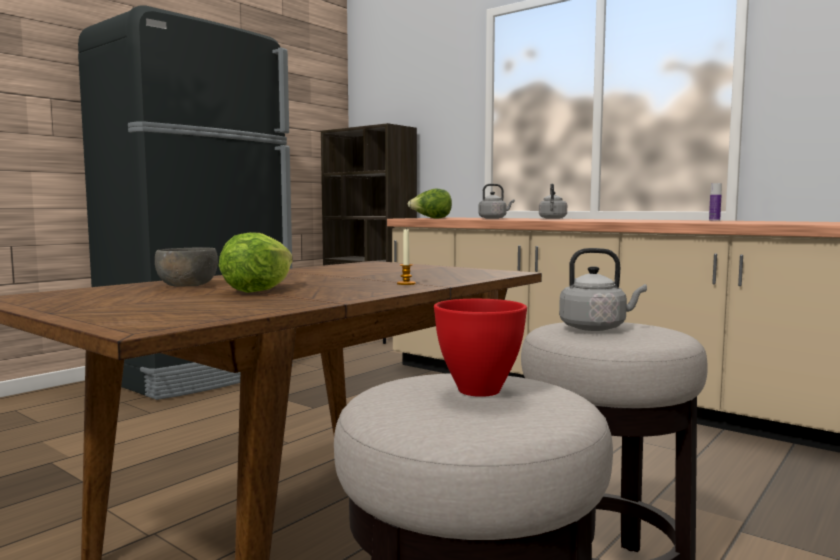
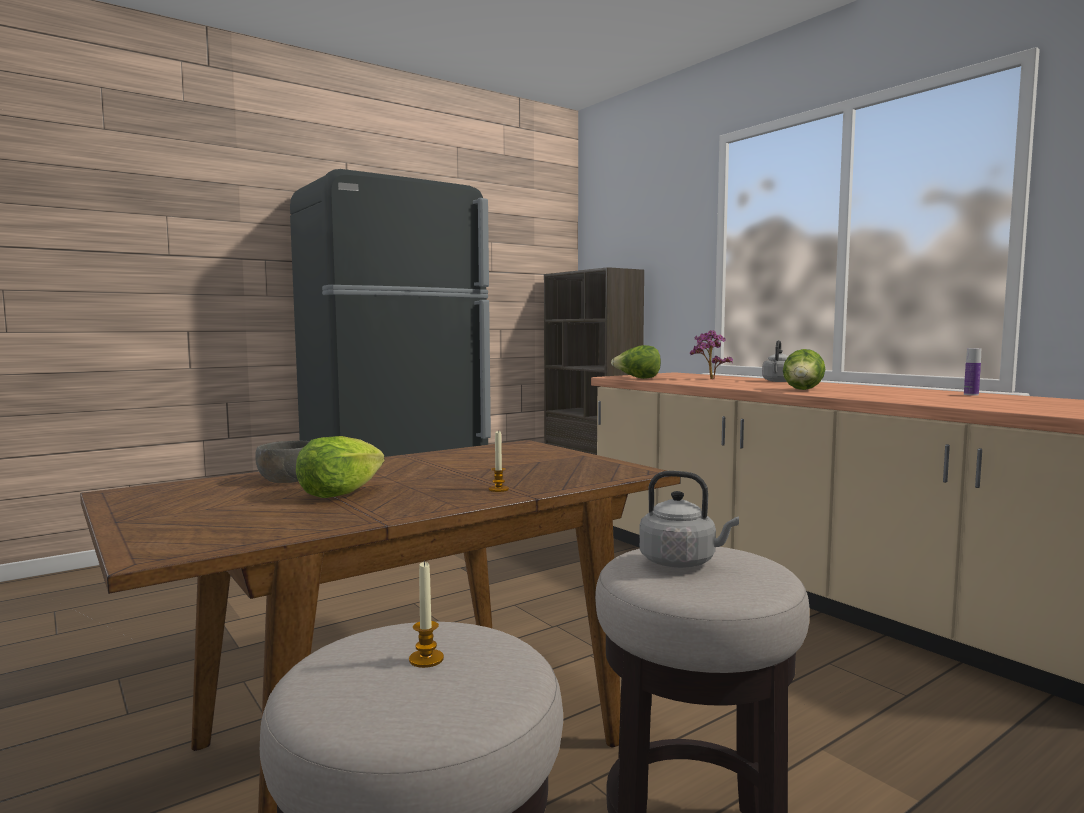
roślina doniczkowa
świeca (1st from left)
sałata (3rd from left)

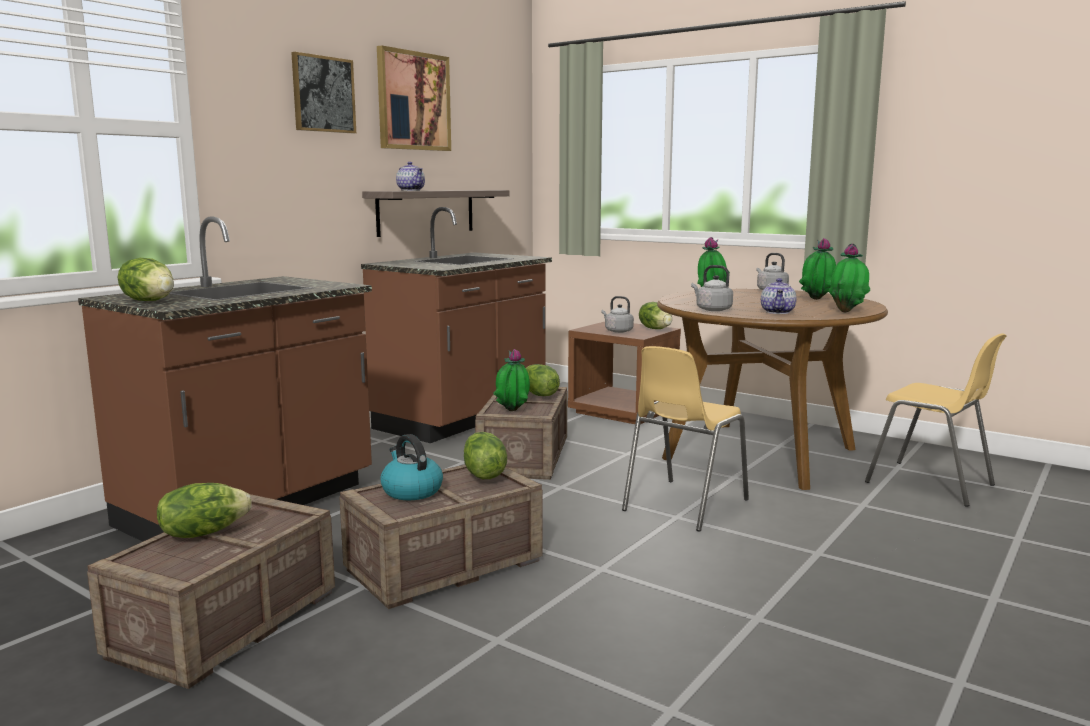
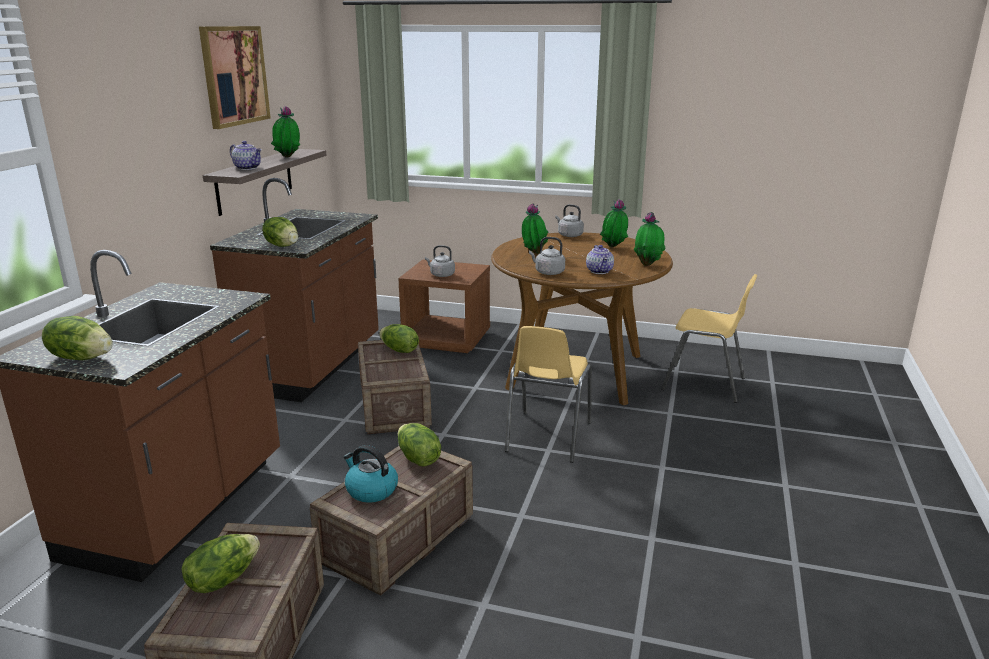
obraz (1st from left in the first image)
sałata (3rd from left)
roślina doniczkowa (1st from left)

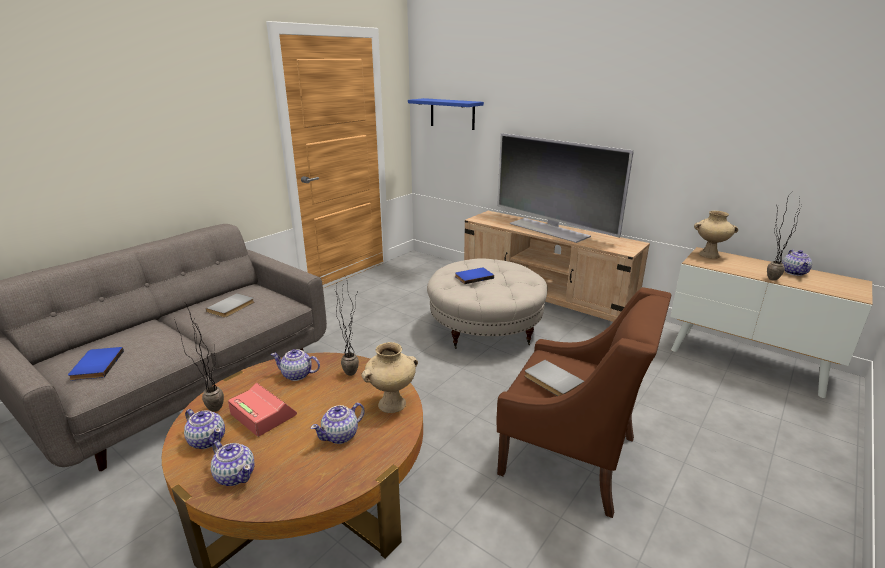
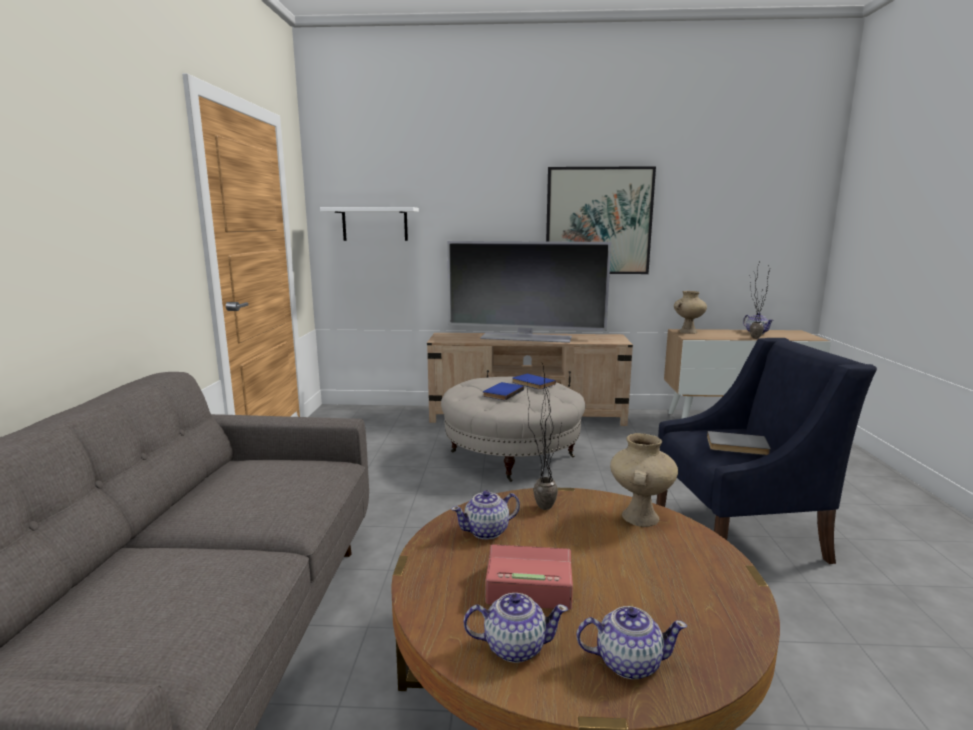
półka (biały)
fotel (niebieski)
książka (szary) (1st from left in the first image)
roślina doniczkowa (1st from left in the first image)
książka (niebieski) (2nd from left)
imbryk (4th from left in the first image)
obraz

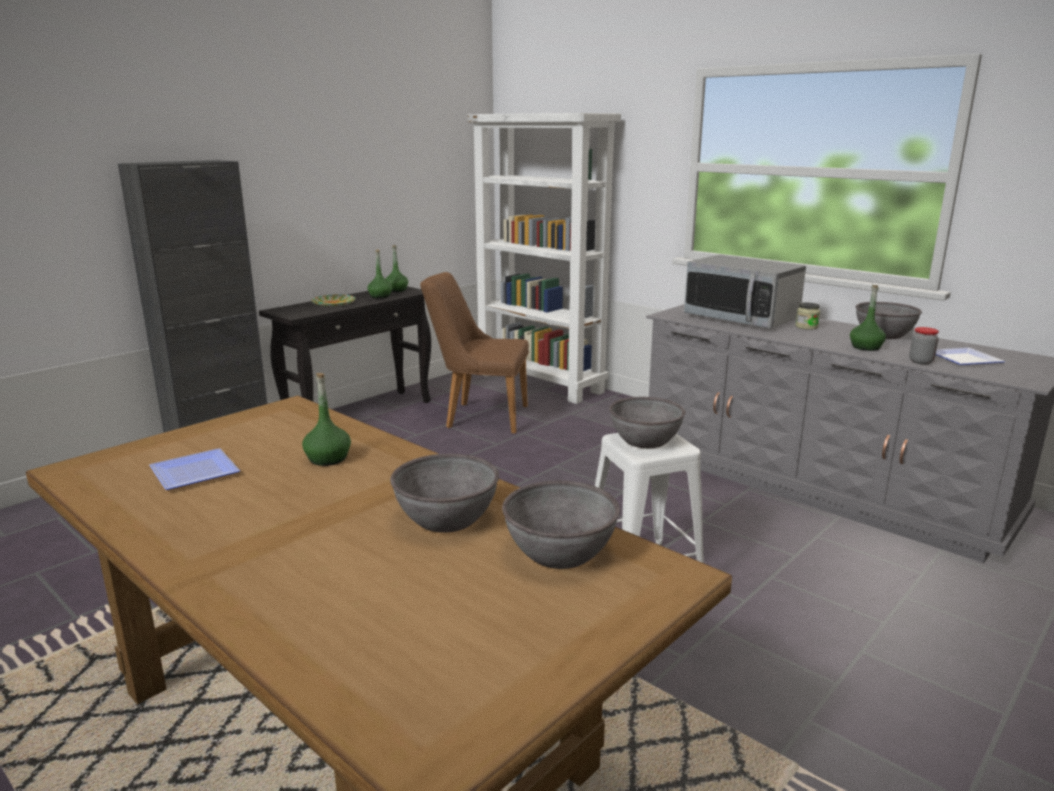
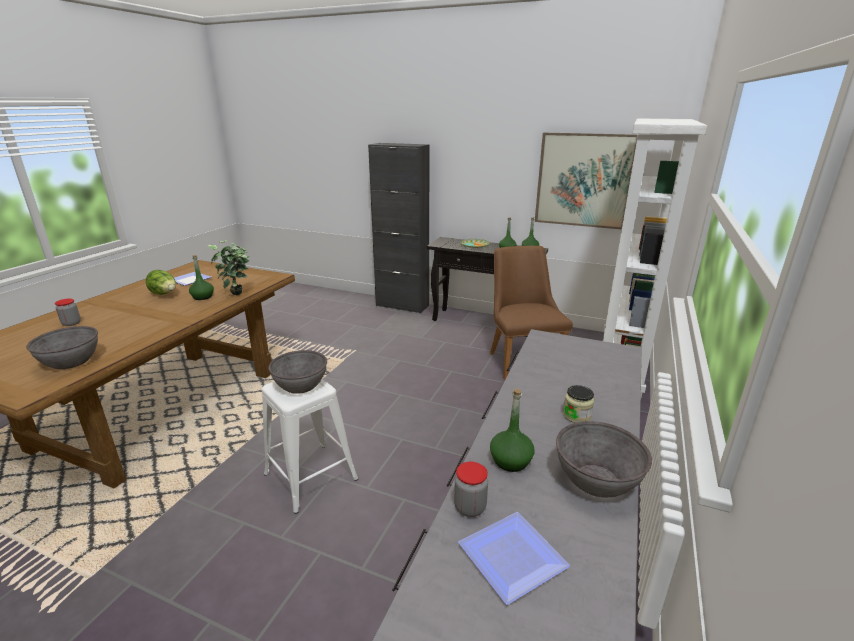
mikrofalówka
miska (szary) (1st from left in the first image)
obraz
roślina doniczkowa
sałata
słoik (1st from left)

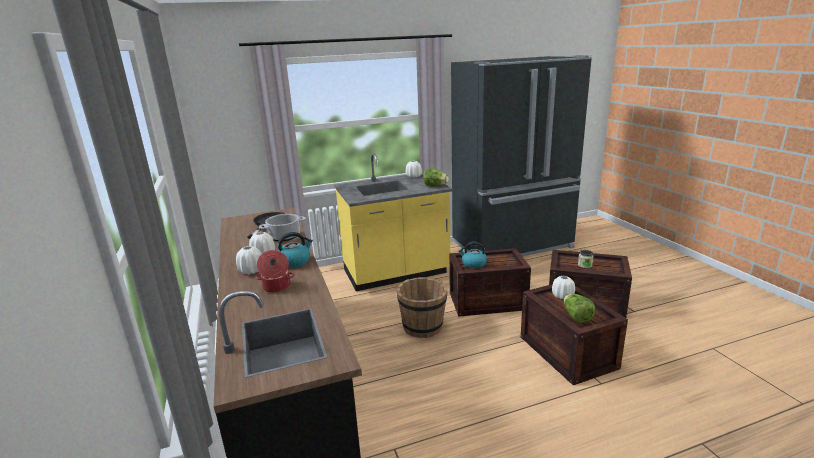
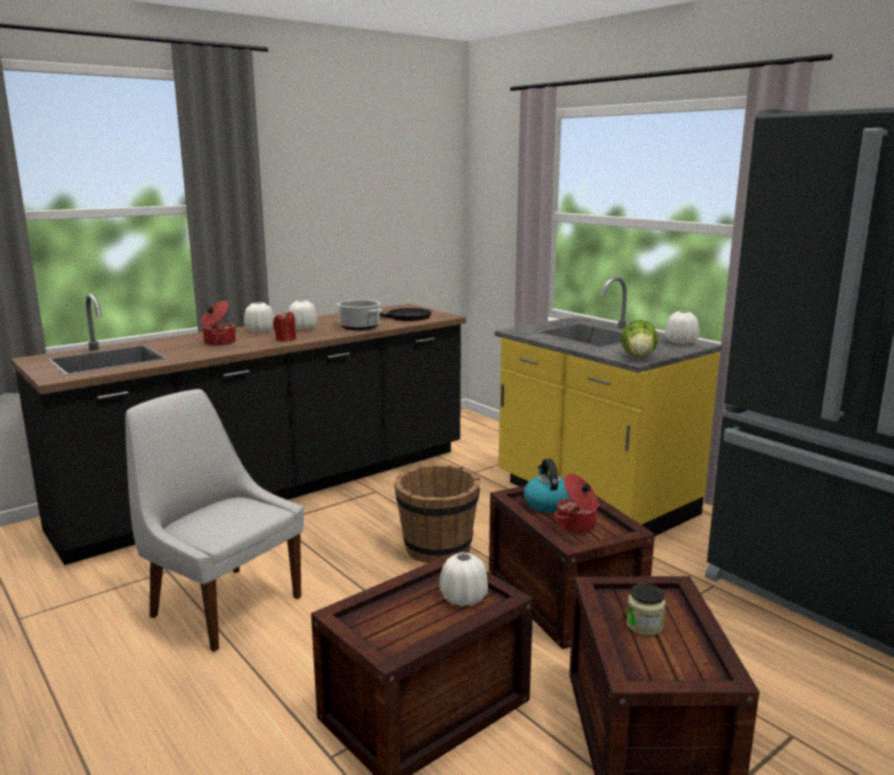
świeca (czerwony)
sałata (2nd from left in the first image)
krzesło (biały)
garnek (3rd from left)

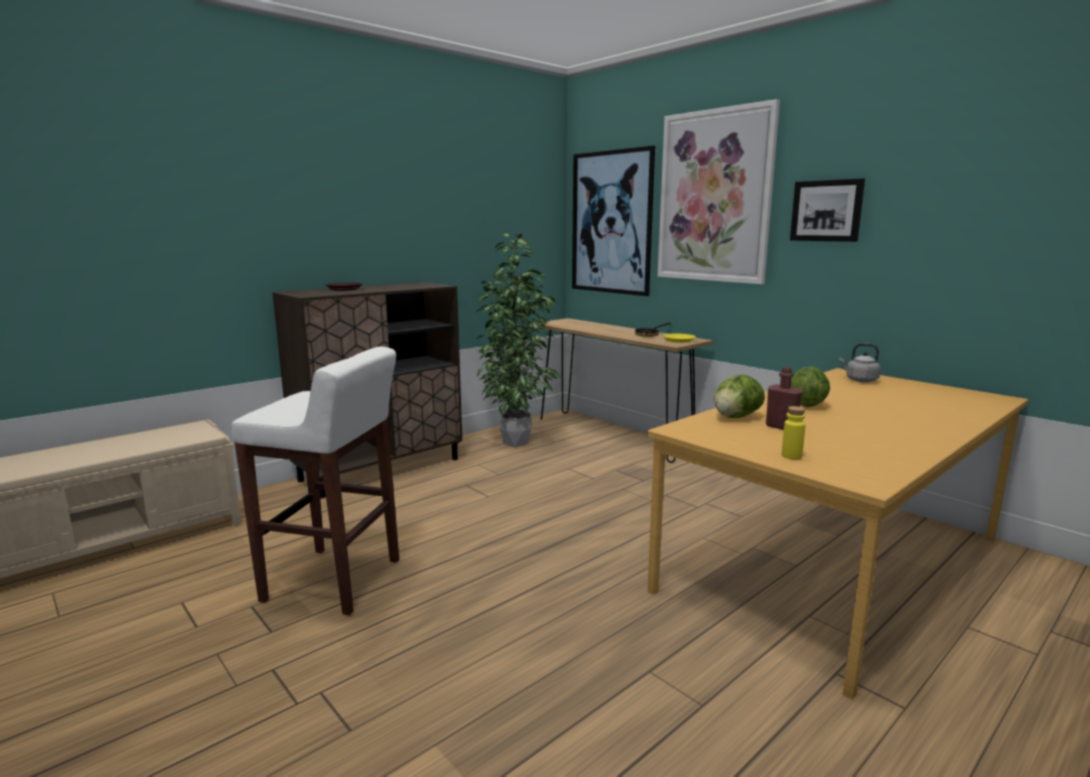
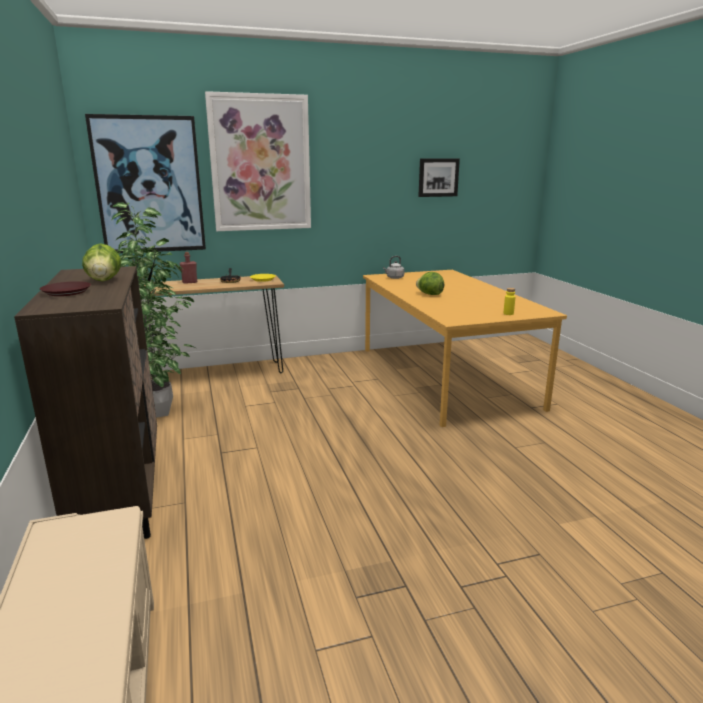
obraz (3rd from left)
stołek (biały)
butelka (czerwony)
sałata (1st from left)

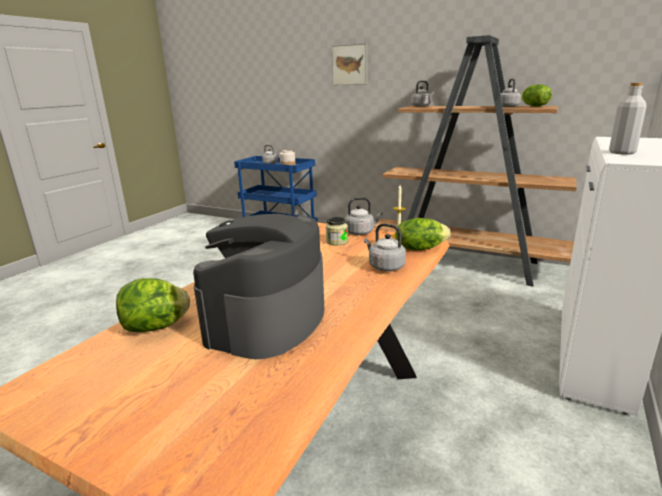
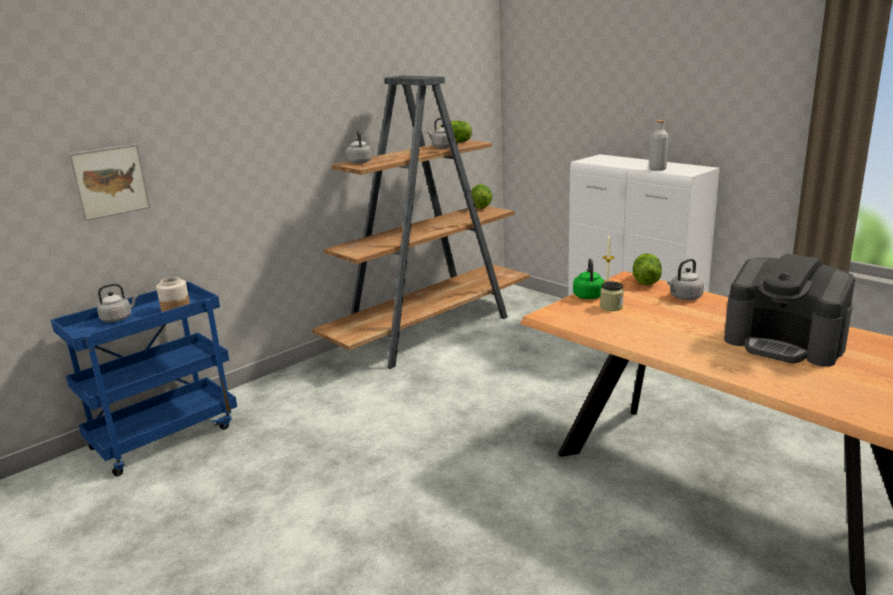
obraz
czajnik (zielony)
sałata (2nd from left)

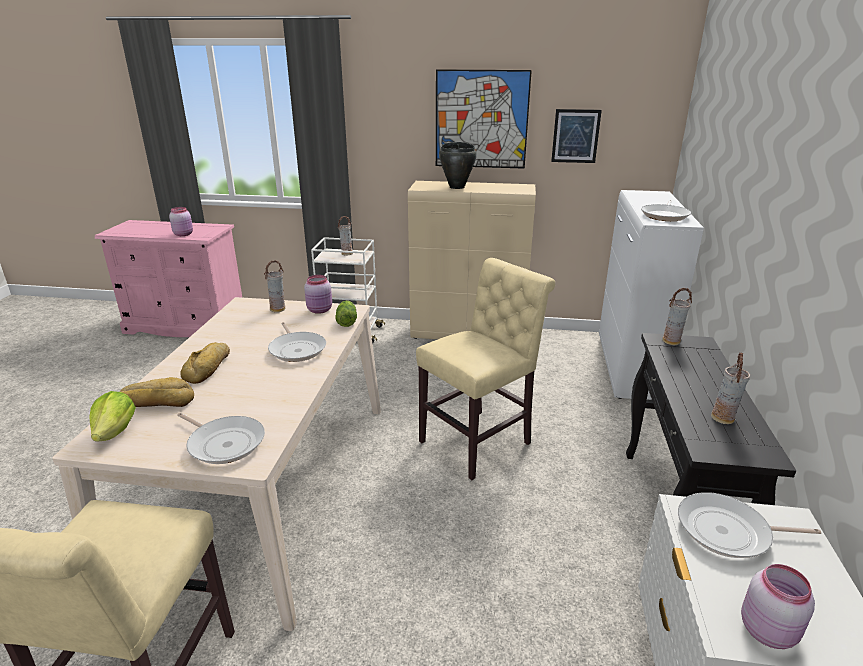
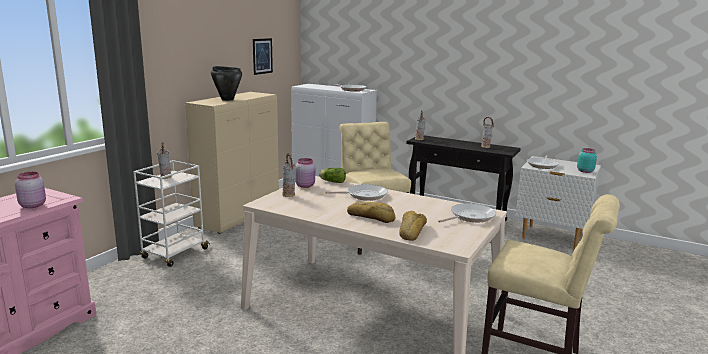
obraz (1st from left in the first image)
sałata (1st from left in the first image)
słoik (turkusowy)

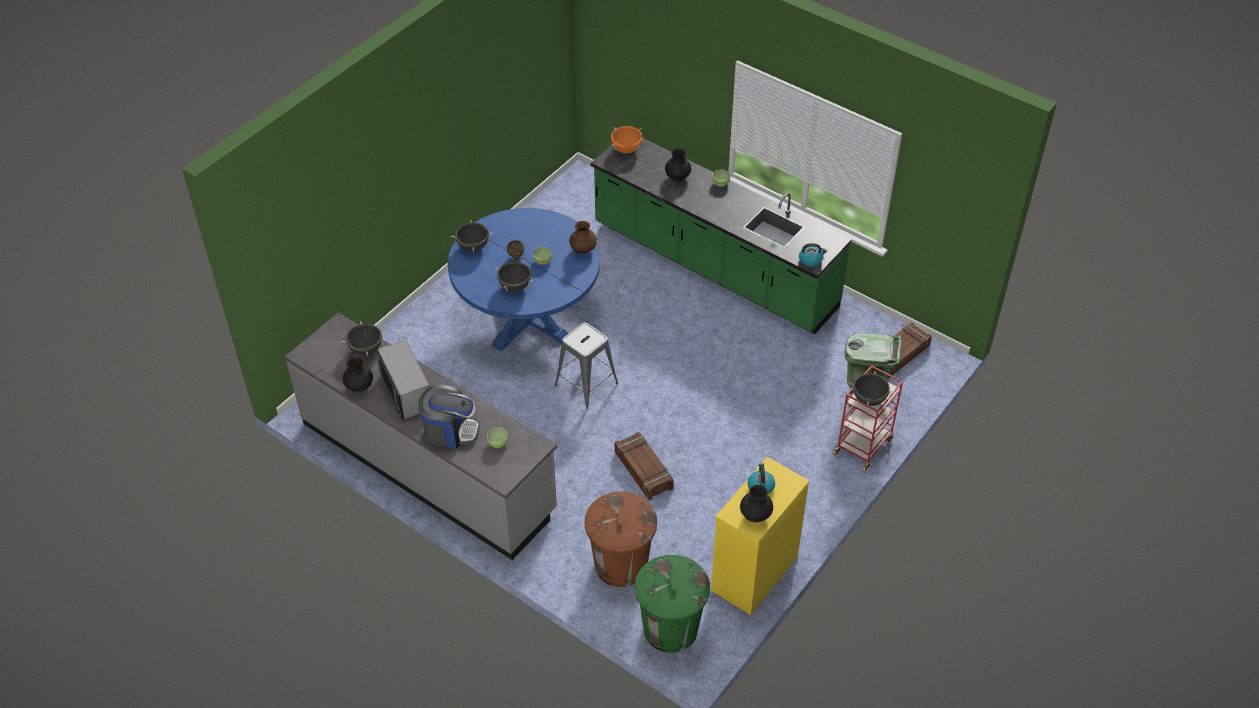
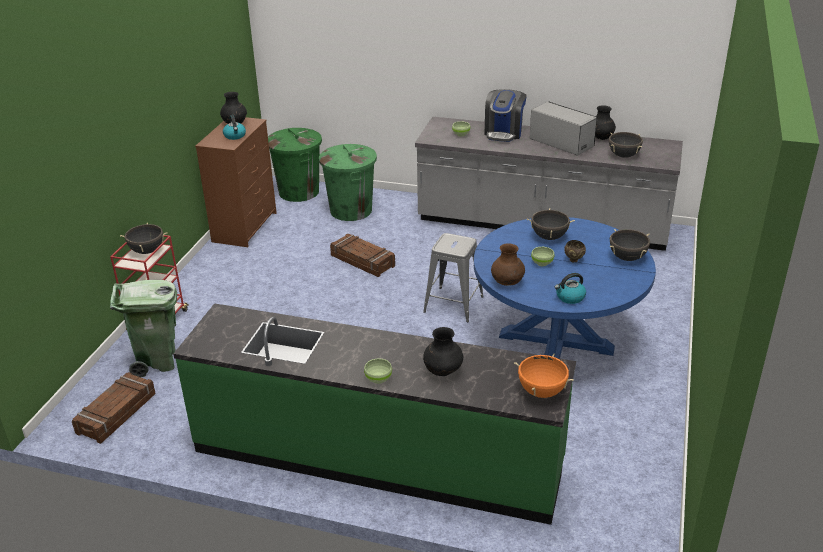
czajnik (2nd from left)
ekspres do kawy
komoda (brązowy)
kosz na śmieci (zielony) (3rd from left)

